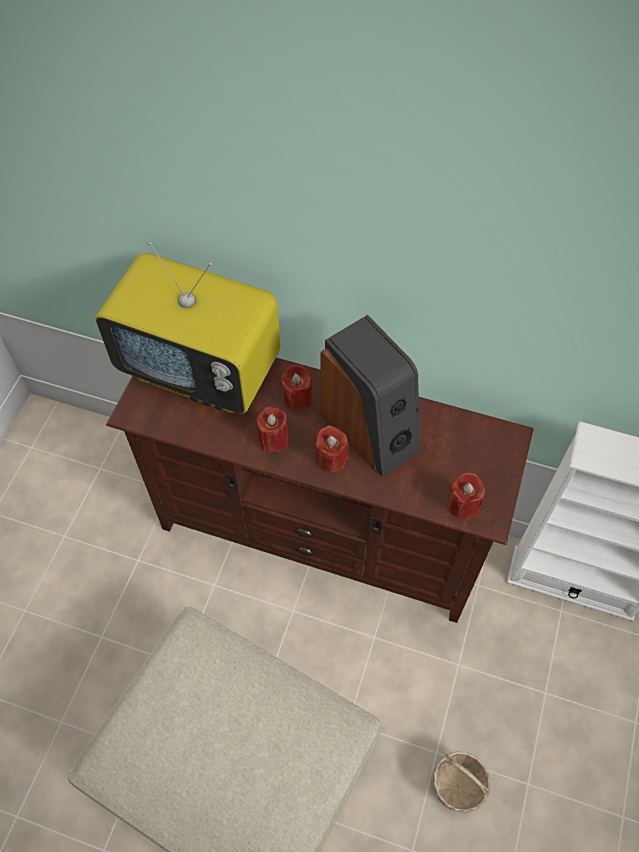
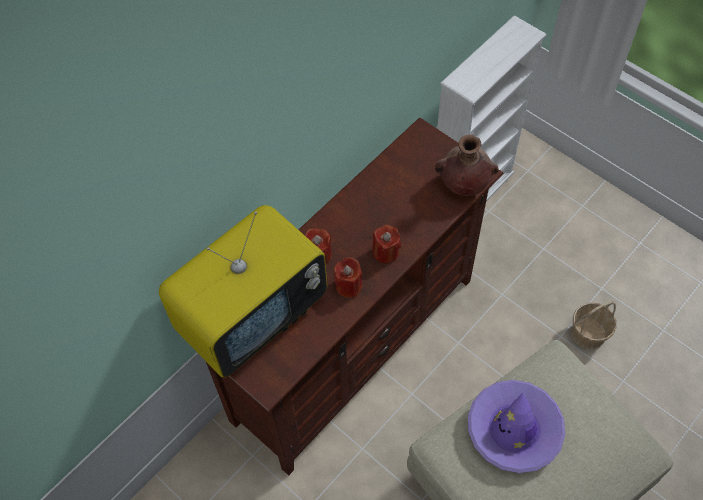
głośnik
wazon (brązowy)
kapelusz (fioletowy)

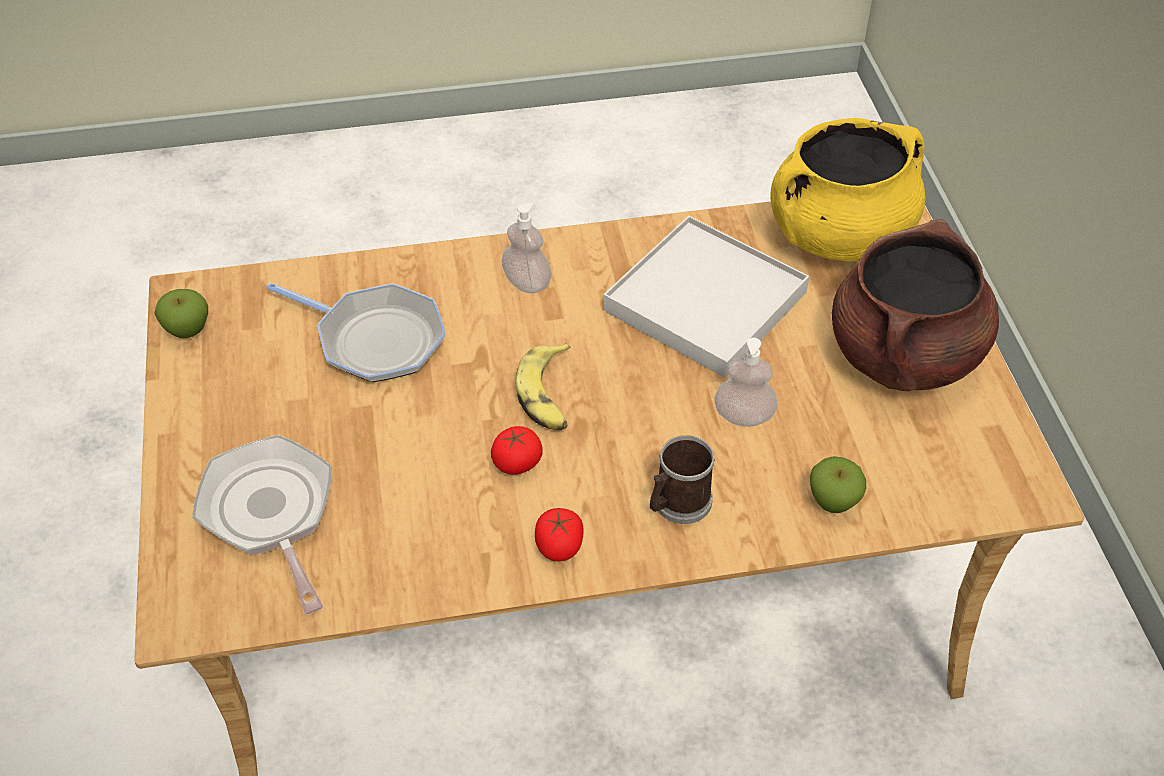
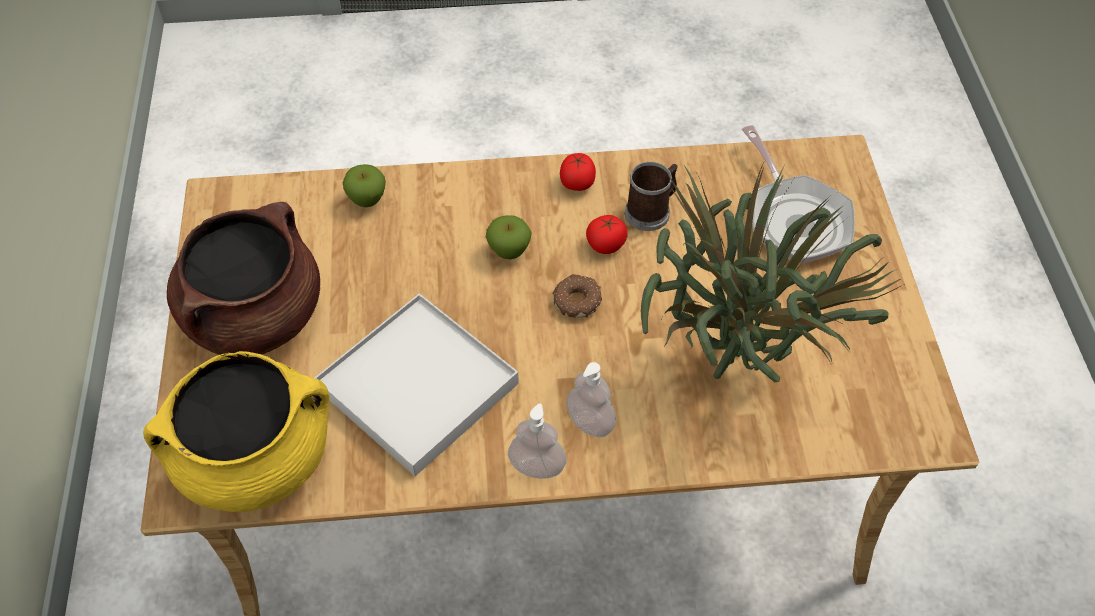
roślina doniczkowa
jabłko (2nd from left)
dozownik mydła (1st from left)
donut
kubek

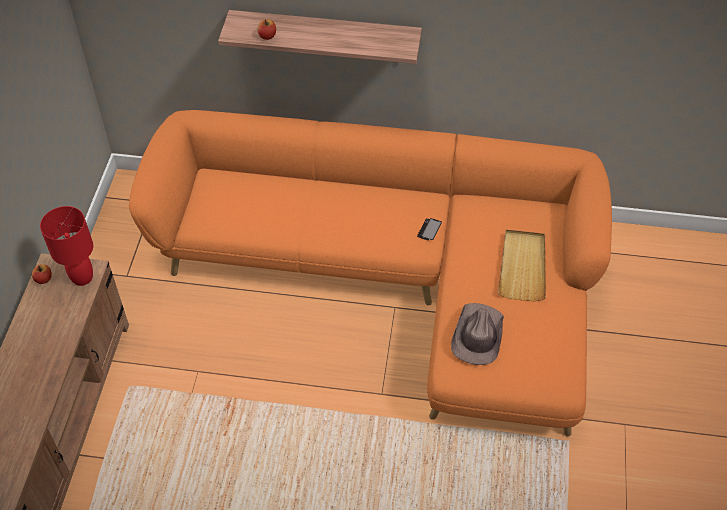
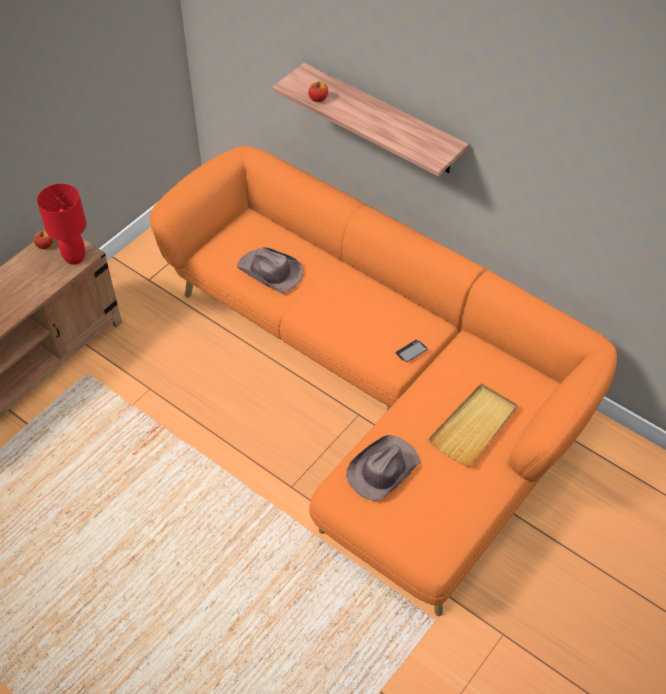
kapelusz (brązowy) (1st from left)

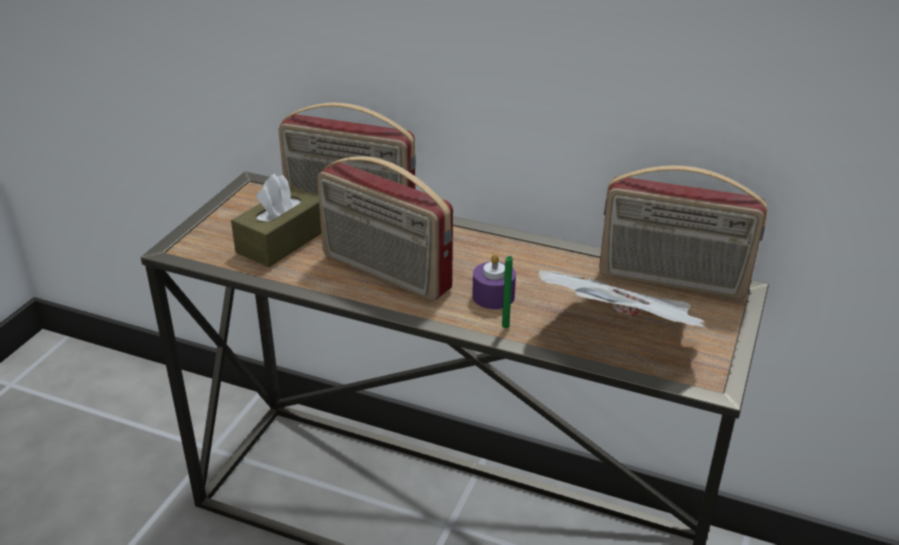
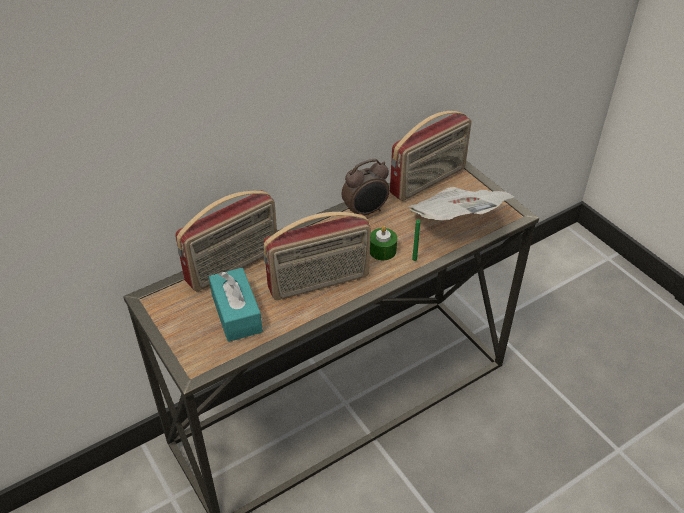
pudełko chusteczek (turkusowy)
świeca (zielony) (1st from left)
budzik

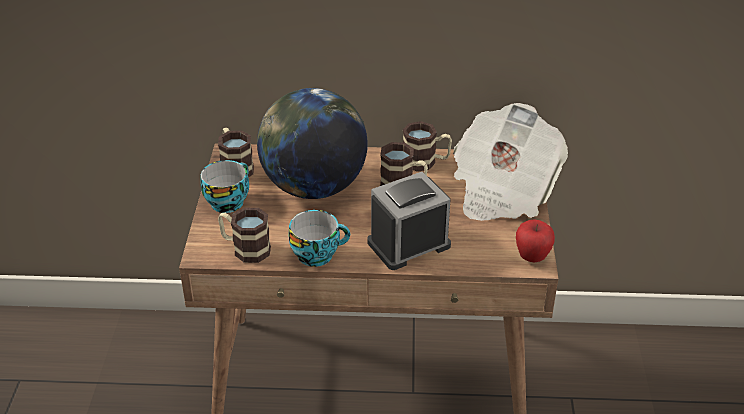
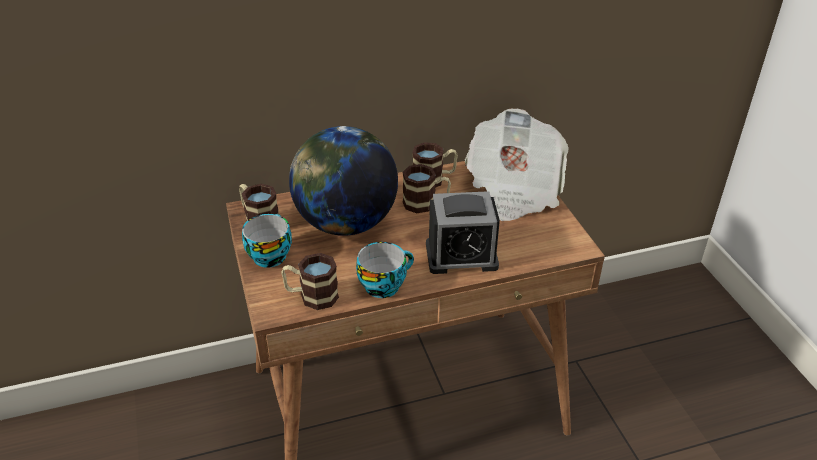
budzik
jabłko

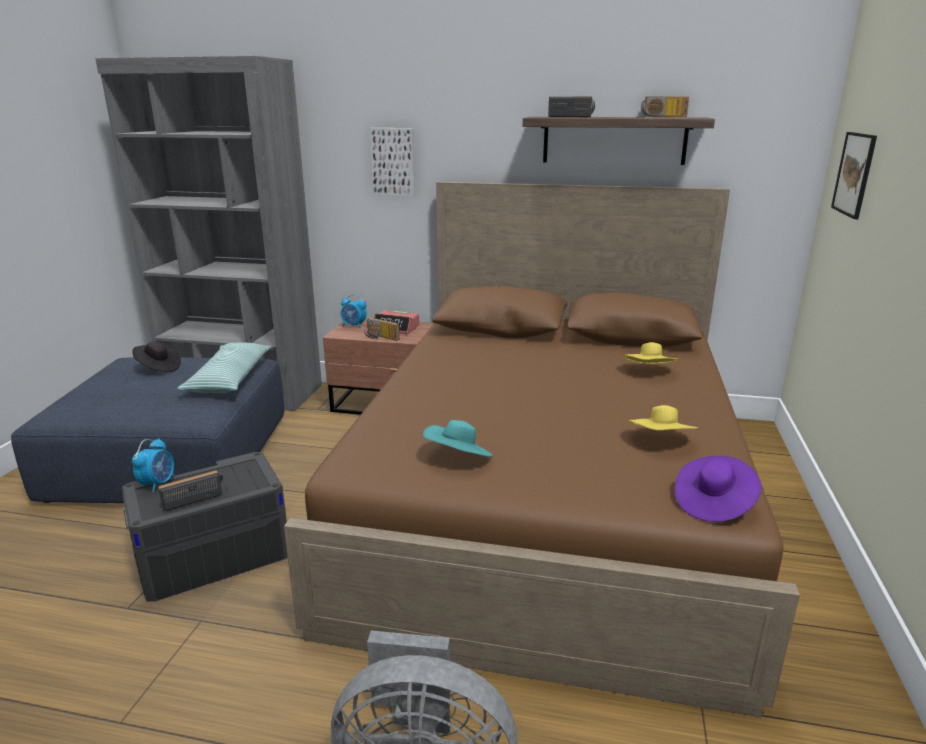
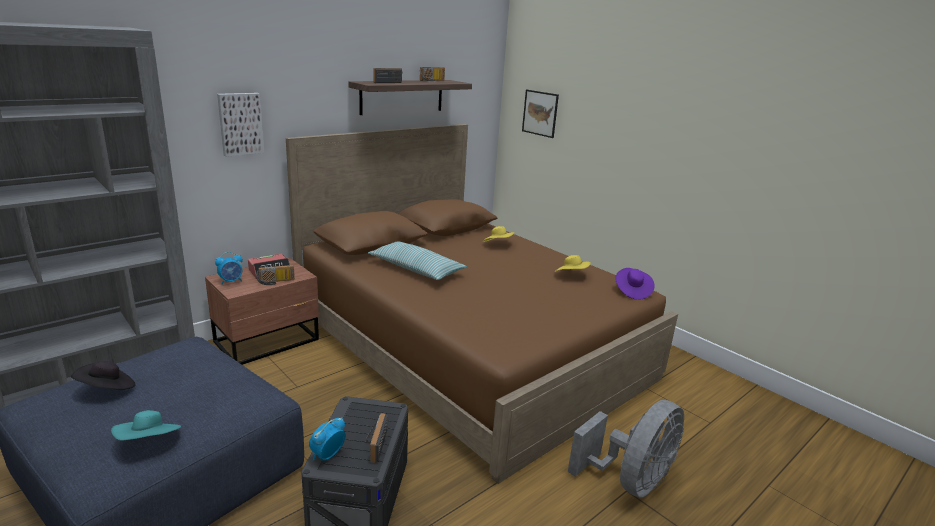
poduszka
kapelusz (turkusowy)
budzik (3rd from left)

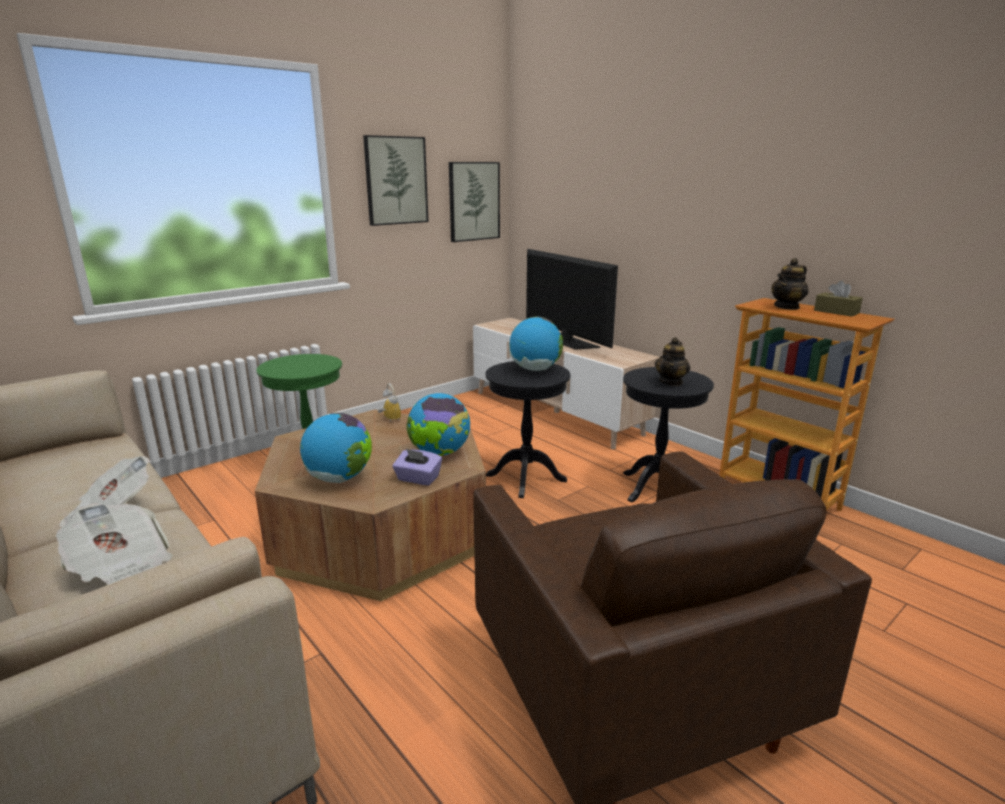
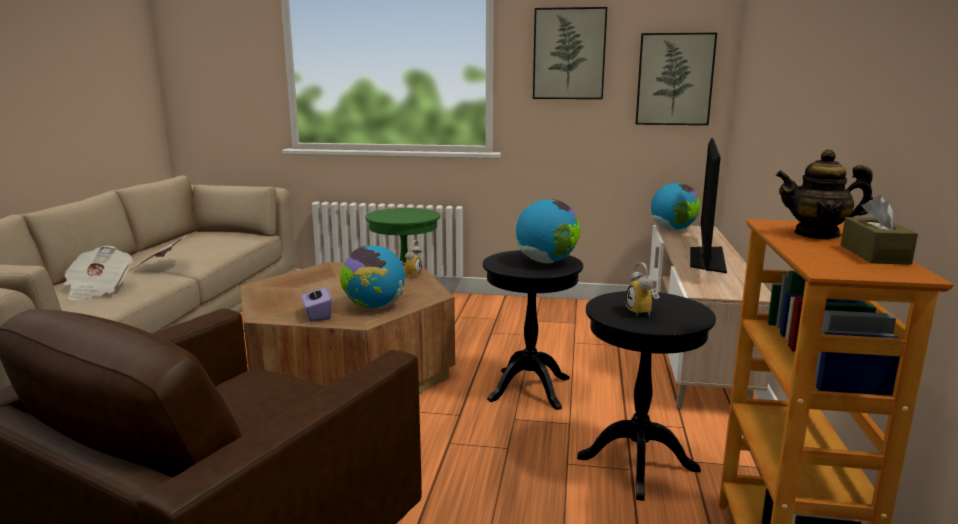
budzik (2nd from left)
globus (3rd from left)

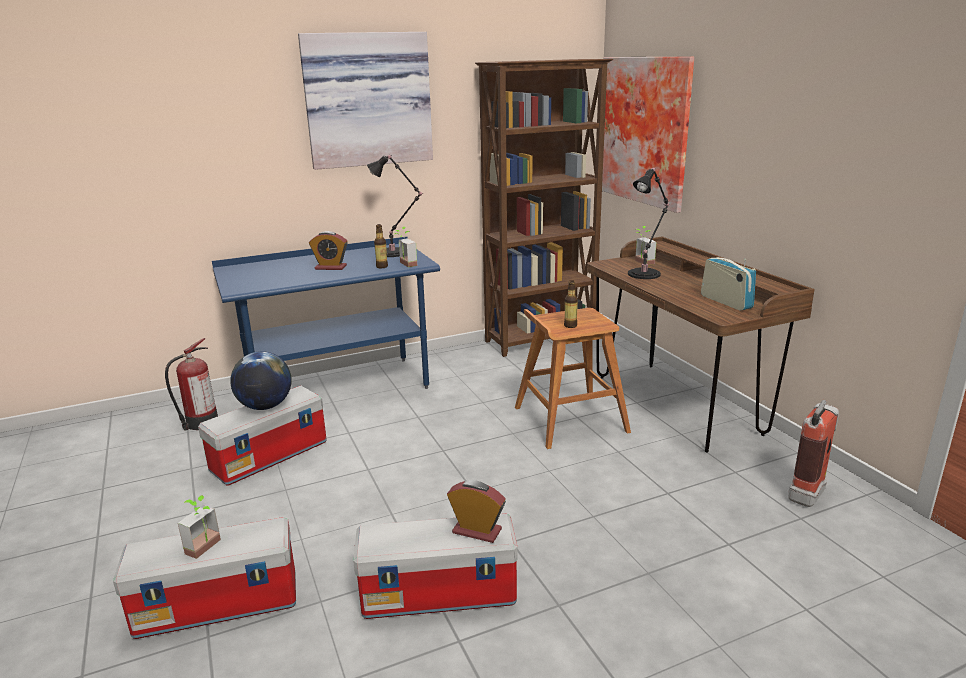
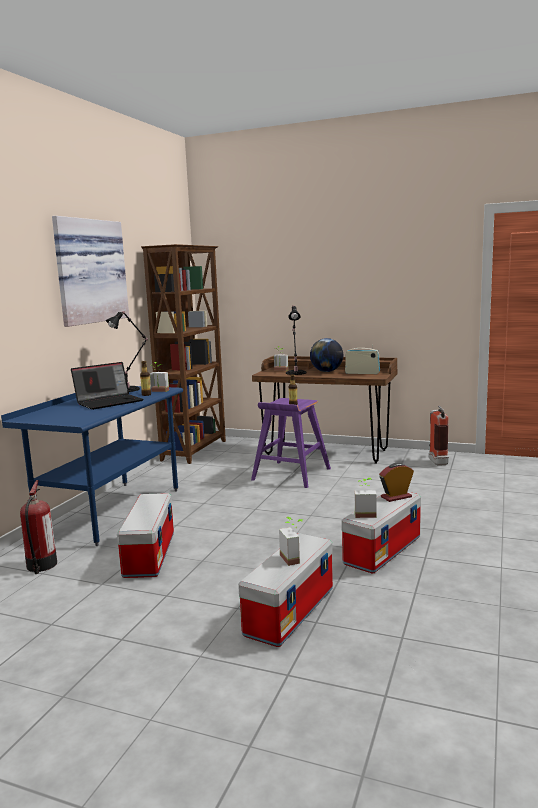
obraz (2nd from left in the first image)
laptop
stołek (fioletowy)
globus
roślina doniczkowa (4th from left)

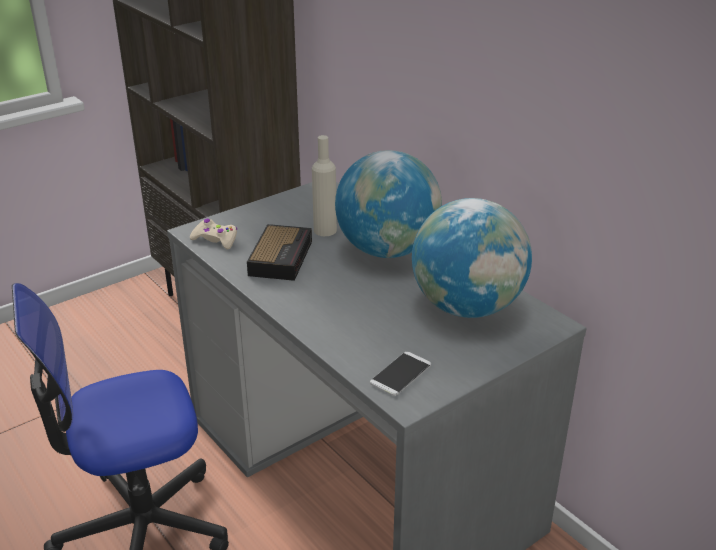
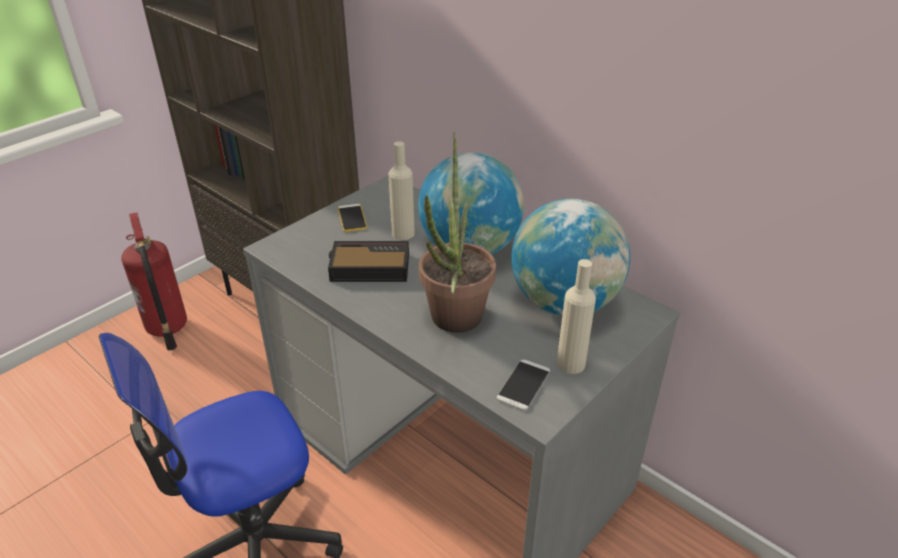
pad do gier (beżowy)
budzik
roślina doniczkowa
telefon (1st from left)
gaśnica
butelka (beżowy) (2nd from left)

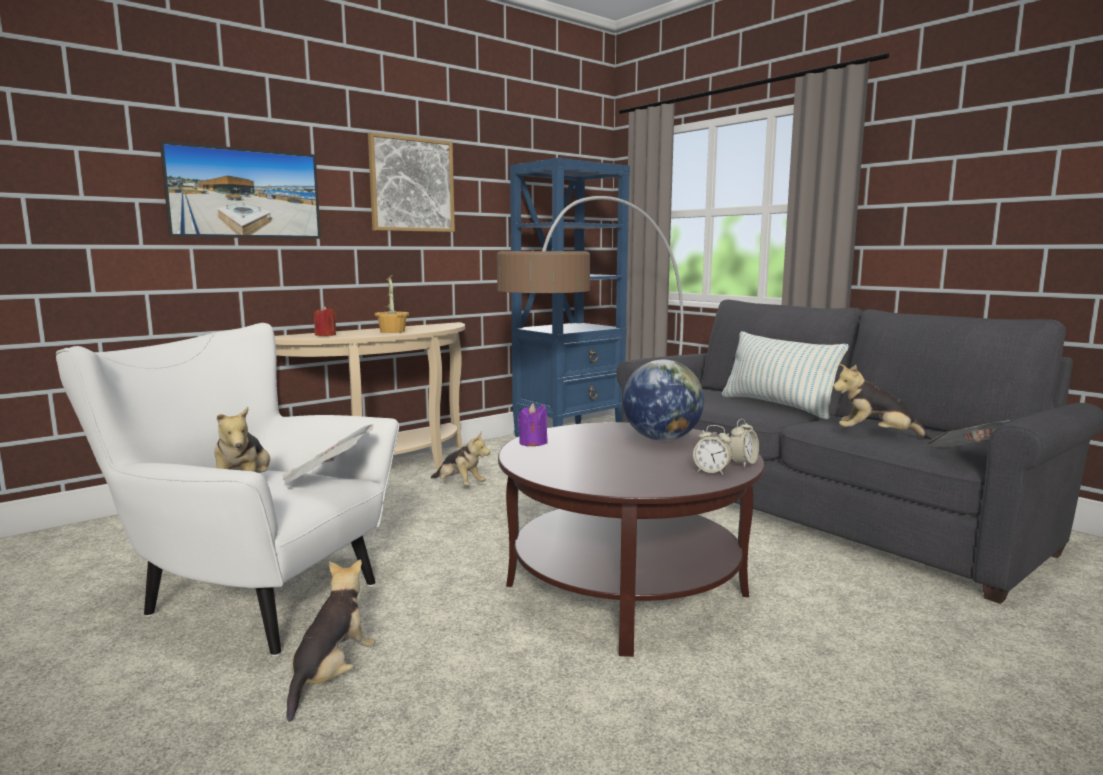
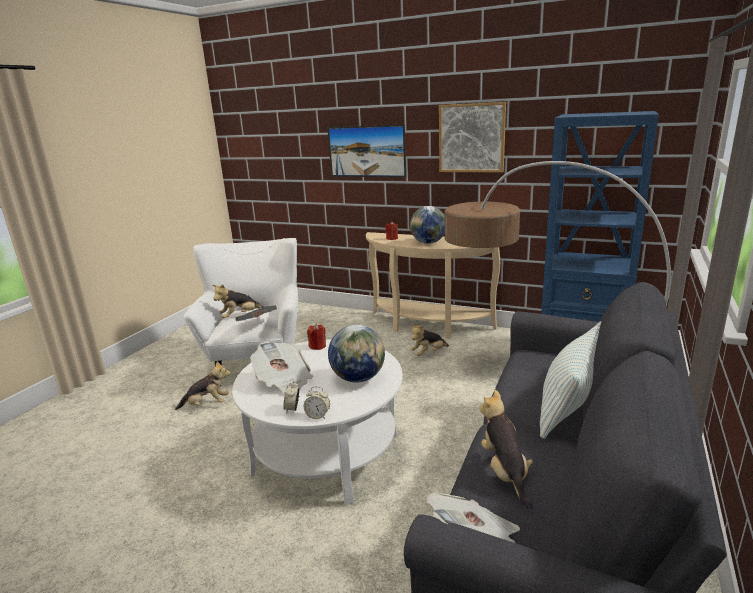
globus (2nd from left)
świeca (czerwony) (1st from left)
ława (biały)
pluszak (3rd from left)
gazeta (2nd from left)

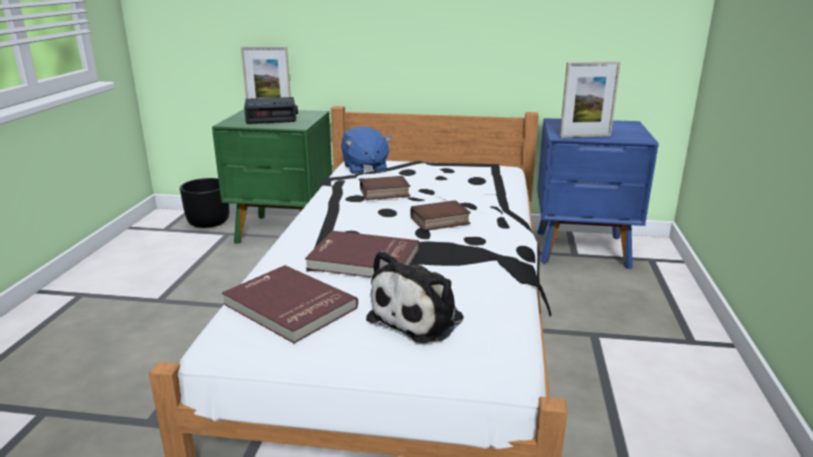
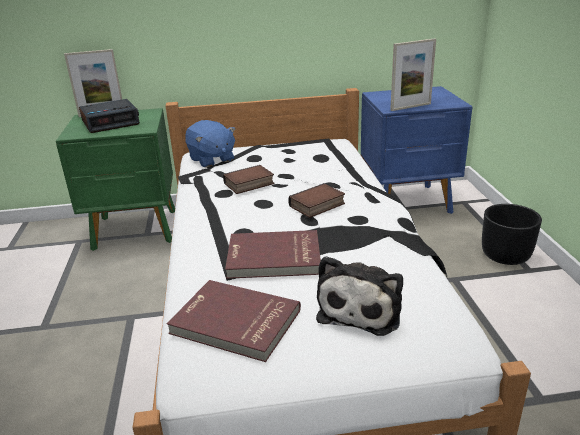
donica (czarny)

